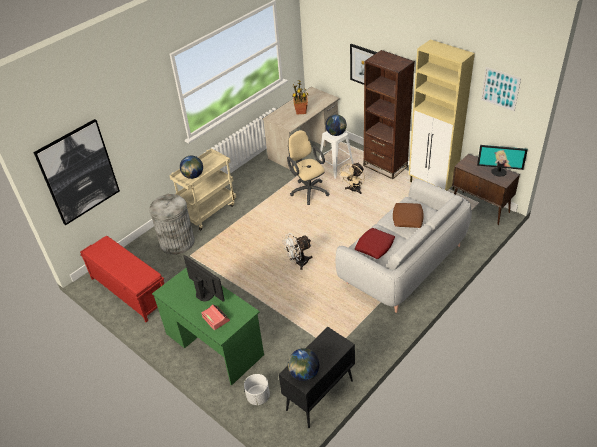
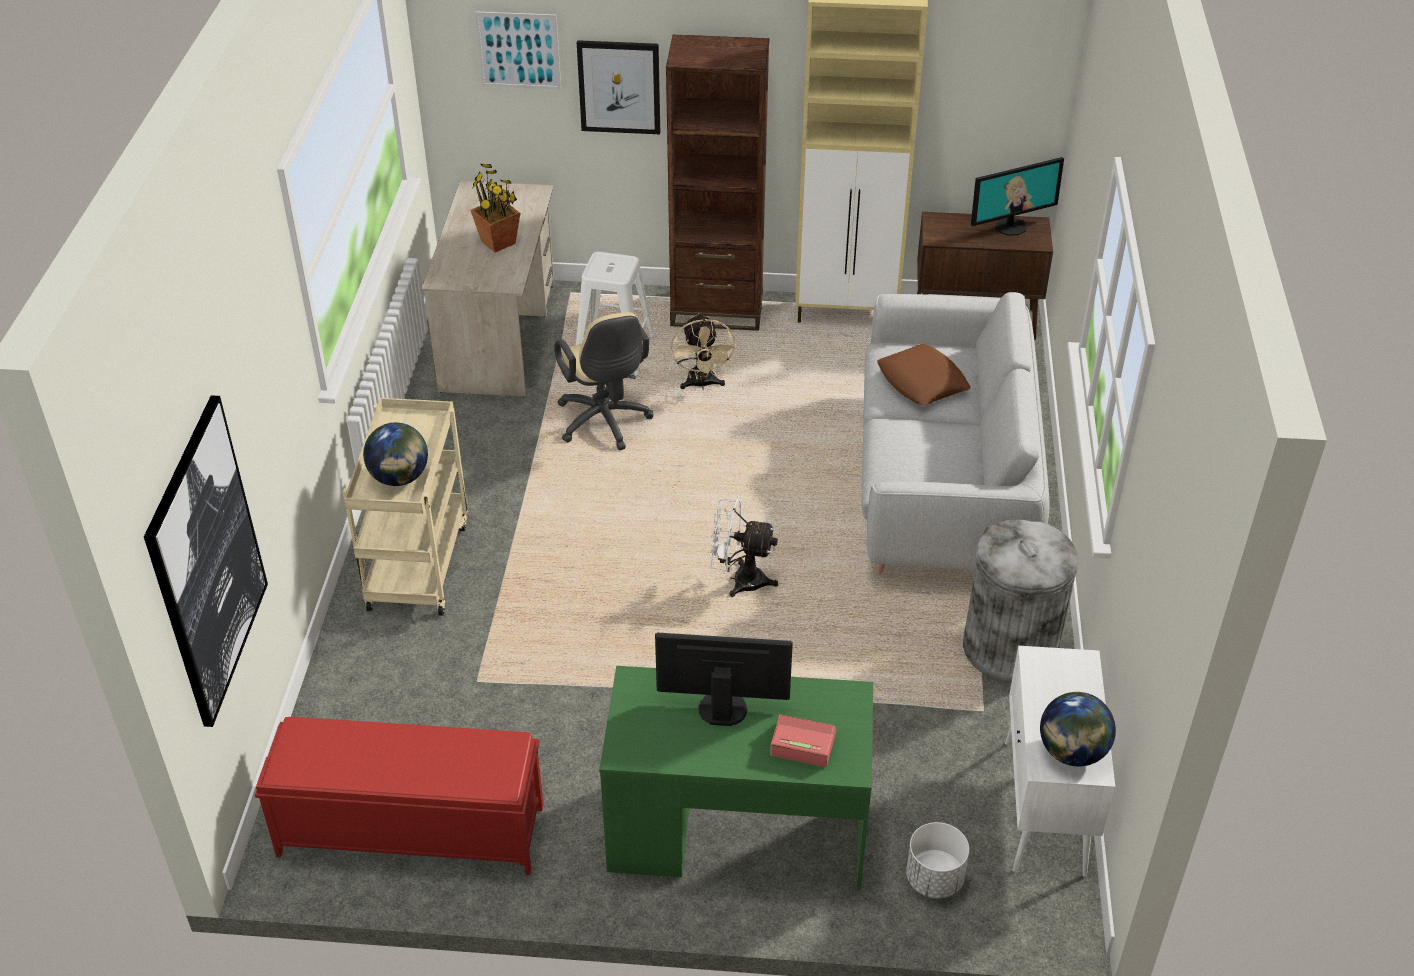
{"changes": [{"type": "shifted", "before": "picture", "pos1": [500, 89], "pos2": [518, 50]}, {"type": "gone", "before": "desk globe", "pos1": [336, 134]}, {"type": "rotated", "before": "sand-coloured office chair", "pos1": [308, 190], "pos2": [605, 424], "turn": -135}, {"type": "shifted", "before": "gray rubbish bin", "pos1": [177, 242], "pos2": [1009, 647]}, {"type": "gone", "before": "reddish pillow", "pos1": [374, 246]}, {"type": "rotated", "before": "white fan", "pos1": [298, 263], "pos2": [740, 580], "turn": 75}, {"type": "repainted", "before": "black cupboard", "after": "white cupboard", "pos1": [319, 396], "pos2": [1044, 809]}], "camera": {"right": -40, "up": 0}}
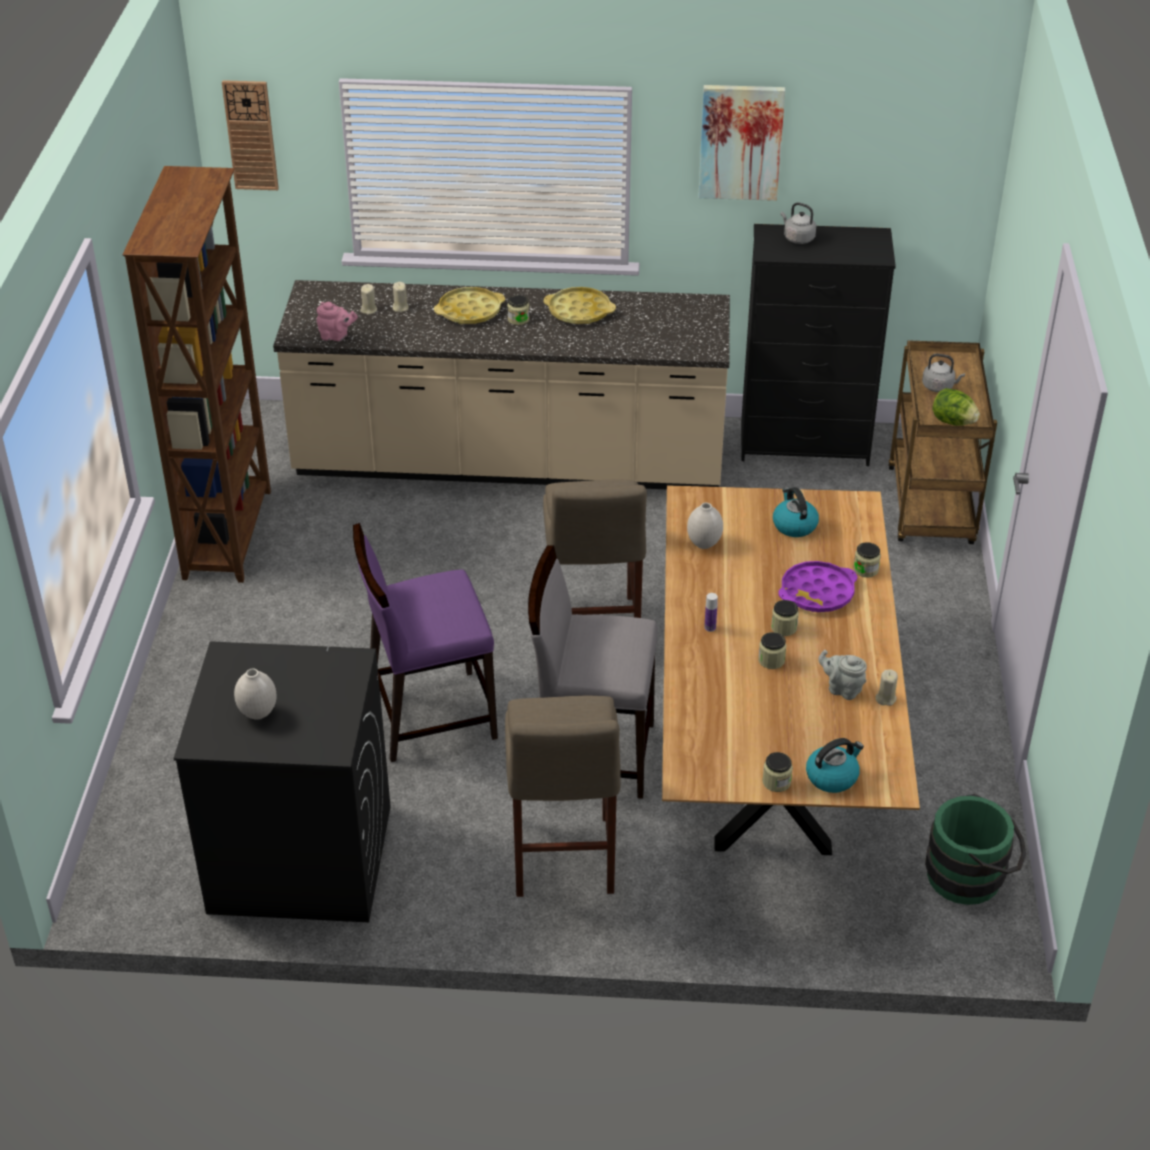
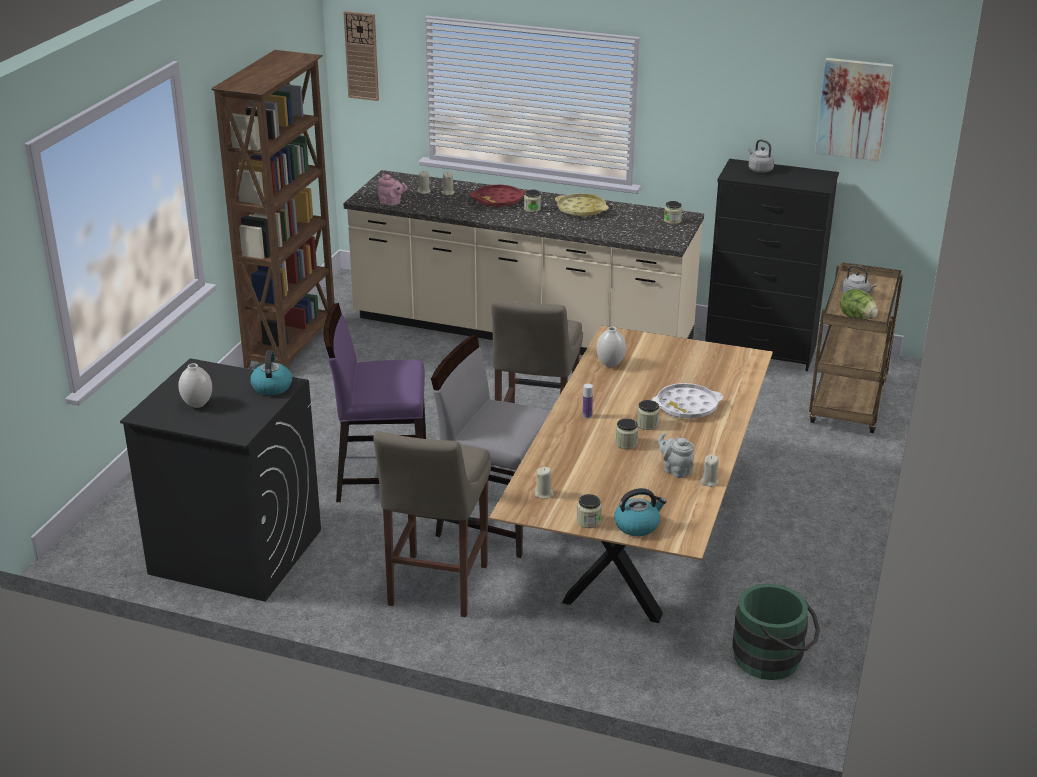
{"changes": [{"type": "shifted", "before": "picture", "pos1": [740, 142], "pos2": [853, 109]}, {"type": "repainted", "before": "yellow-coloured serving tray", "after": "reddish serving tray", "pos1": [470, 311], "pos2": [498, 200]}, {"type": "shifted", "before": "tea kettle", "pos1": [794, 525], "pos2": [271, 386]}, {"type": "shifted", "before": "preserve jar", "pos1": [865, 569], "pos2": [672, 221]}, {"type": "repainted", "before": "purple serving tray", "after": "white serving tray", "pos1": [817, 593], "pos2": [686, 406]}, {"type": "new", "after": "sand-coloured wax light", "pos2": [544, 494]}], "camera": {"right": 15, "up": -10}}
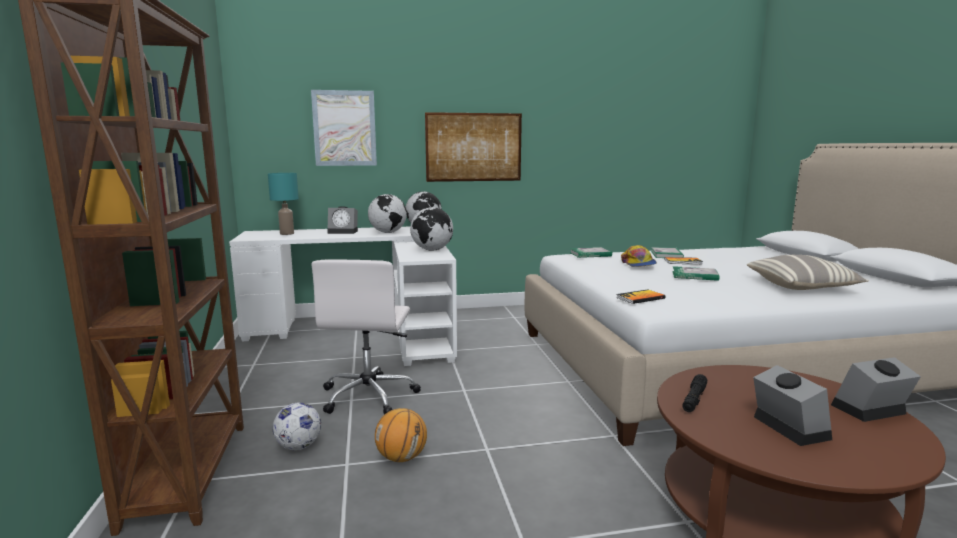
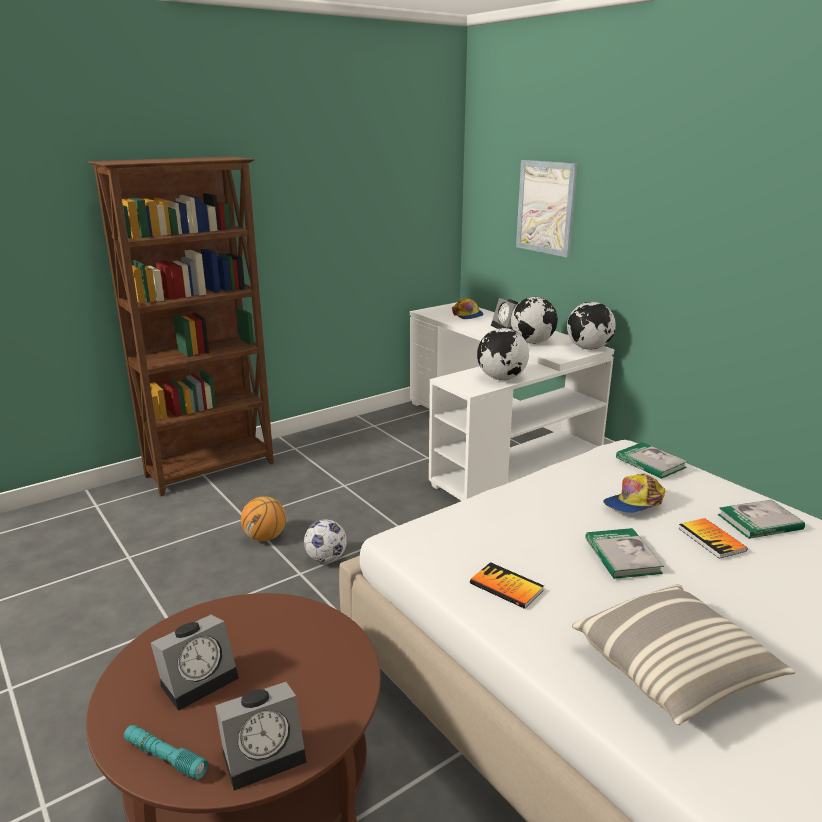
{"changes": [{"type": "gone", "before": "picture", "pos1": [473, 147]}, {"type": "swapped", "before": "turquoise tabletop lamp", "after": "cap", "pos1": [287, 233], "pos2": [467, 315]}, {"type": "gone", "before": "white office chair", "pos1": [369, 395]}, {"type": "shifted", "before": "book", "pos1": [640, 298], "pos2": [506, 587]}, {"type": "rotated", "before": "bedside clock", "pos1": [869, 411], "pos2": [265, 753], "turn": 105}, {"type": "gone", "before": "black torch", "pos1": [694, 399]}, {"type": "shifted", "before": "football", "pos1": [299, 446], "pos2": [326, 559]}, {"type": "new", "after": "turquoise torch", "pos2": [165, 757]}], "camera": {"right": 65, "up": 10}}
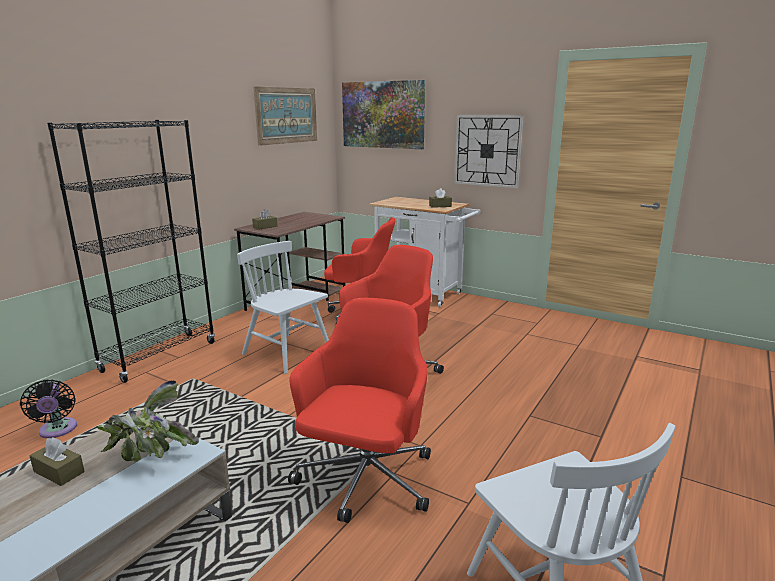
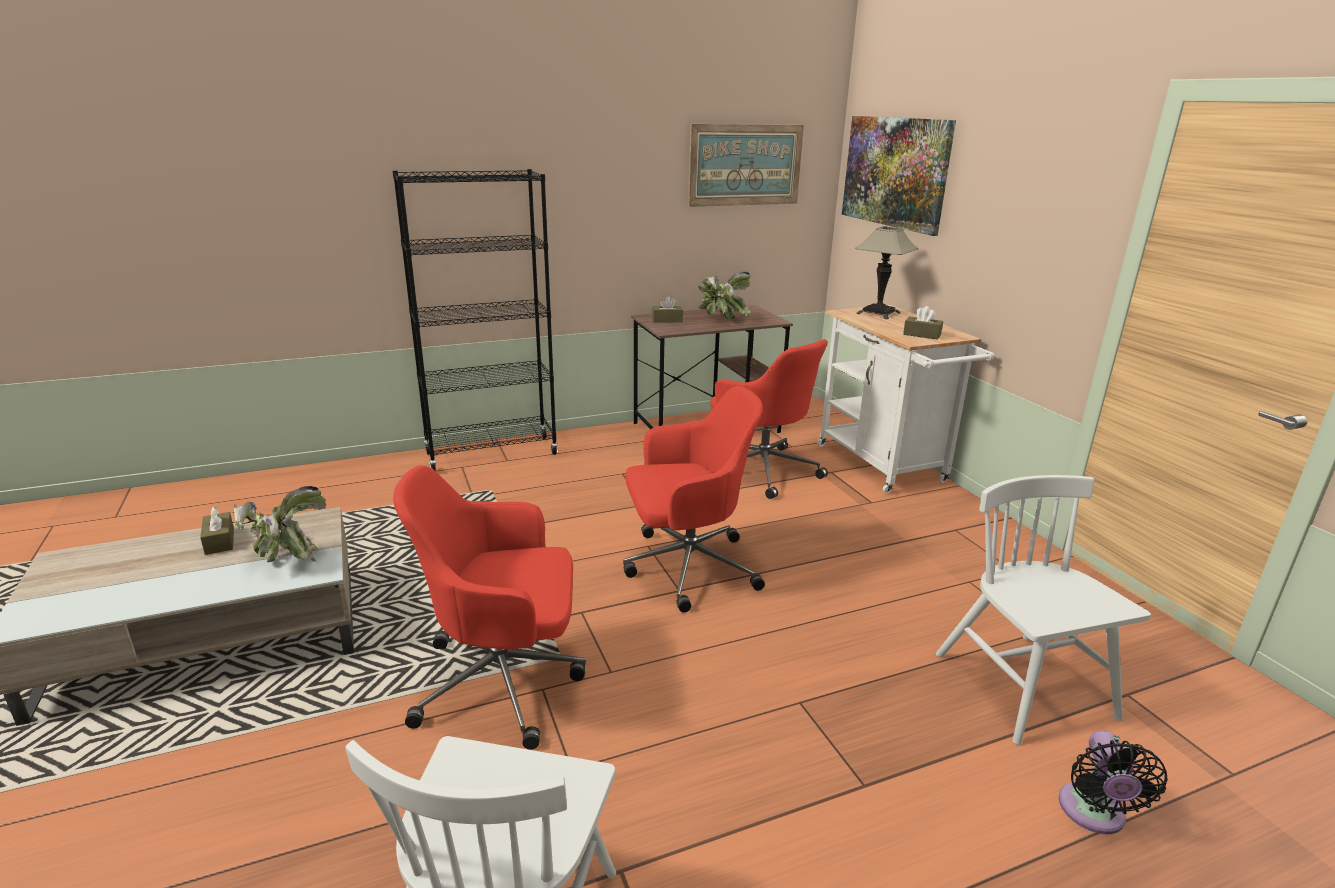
{"changes": [{"type": "gone", "before": "hanging clock", "pos1": [487, 151]}, {"type": "shifted", "before": "white chair", "pos1": [287, 353], "pos2": [1024, 686]}, {"type": "rotated", "before": "reddish office chair", "pos1": [365, 480], "pos2": [504, 682], "turn": -150}, {"type": "shifted", "before": "black fan", "pos1": [57, 430], "pos2": [1093, 814]}, {"type": "new", "after": "tabletop lamp", "pos2": [878, 313]}, {"type": "new", "after": "potted plant", "pos2": [722, 319]}], "camera": {"right": 35, "up": 5}}
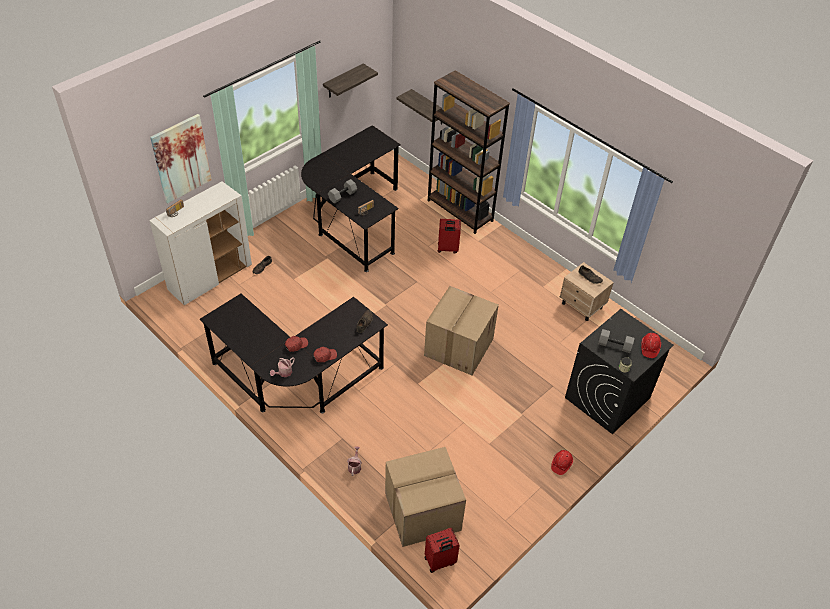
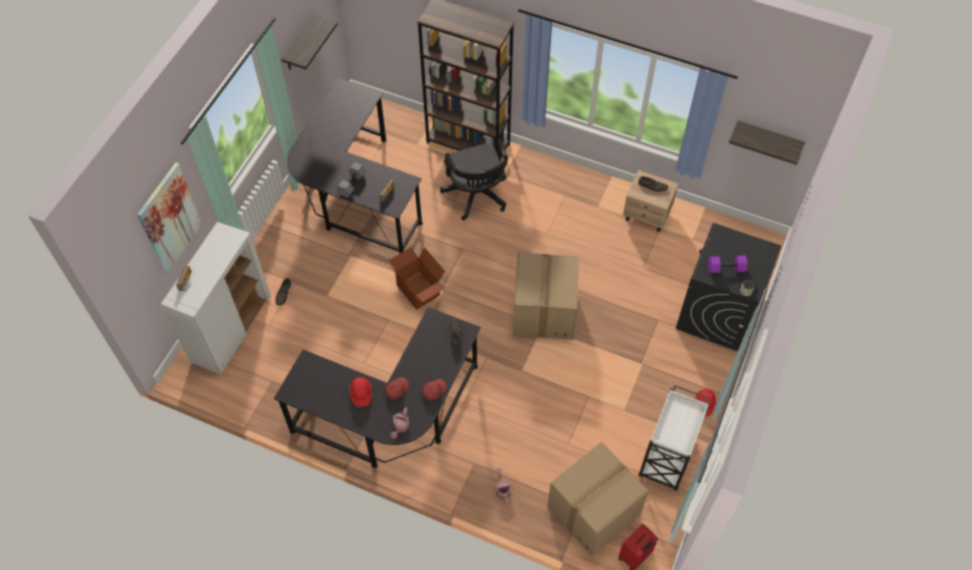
{"changes": [{"type": "shifted", "before": "shelf", "pos1": [429, 107], "pos2": [768, 139]}, {"type": "swapped", "before": "reddish travel case", "after": "black office chair", "pos1": [447, 249], "pos2": [477, 196]}, {"type": "repainted", "before": "gray hand weight", "after": "purple hand weight", "pos1": [615, 345], "pos2": [726, 268]}, {"type": "shifted", "before": "reddish safety helmet", "pos1": [649, 348], "pos2": [361, 393]}, {"type": "new", "after": "packing box", "pos2": [419, 290]}, {"type": "new", "after": "white cart", "pos2": [666, 459]}], "camera": {"right": -20, "up": 10}}
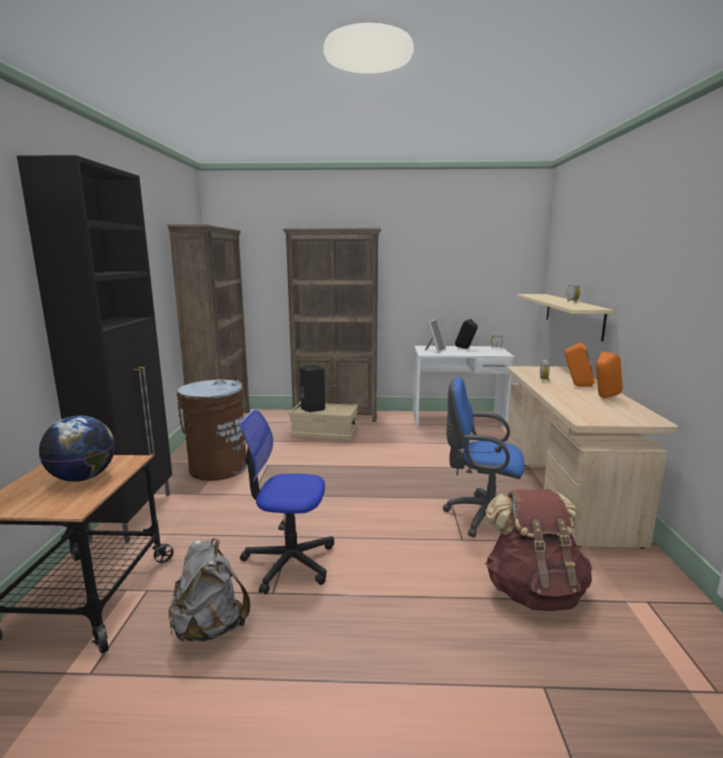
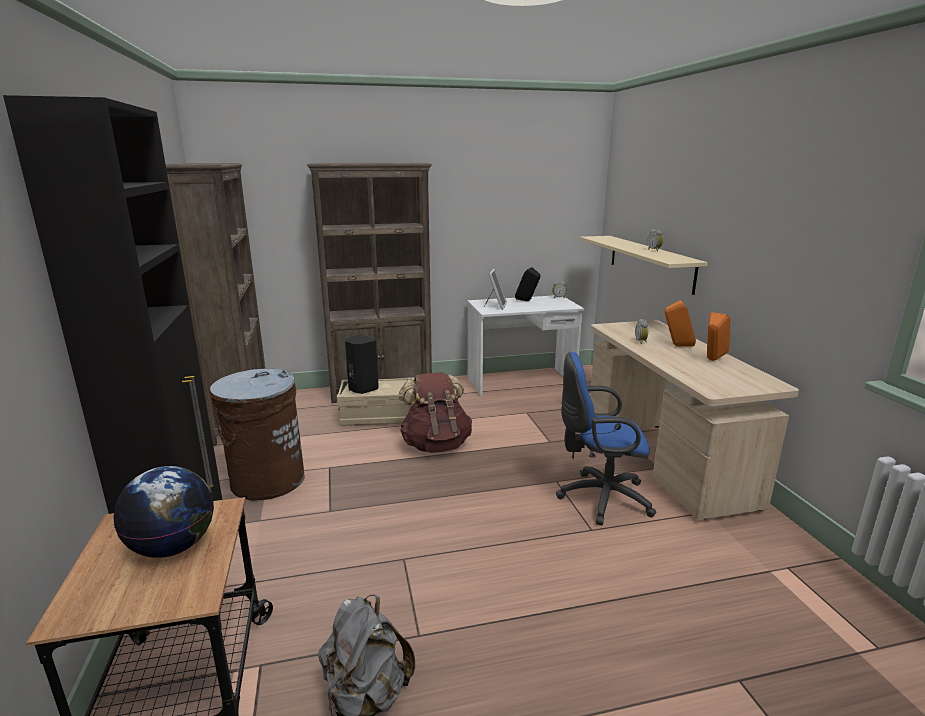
{"changes": [{"type": "gone", "before": "office chair", "pos1": [289, 561]}, {"type": "shifted", "before": "brown knapsack", "pos1": [533, 590], "pos2": [436, 445]}], "camera": {"right": -15, "up": 5}}
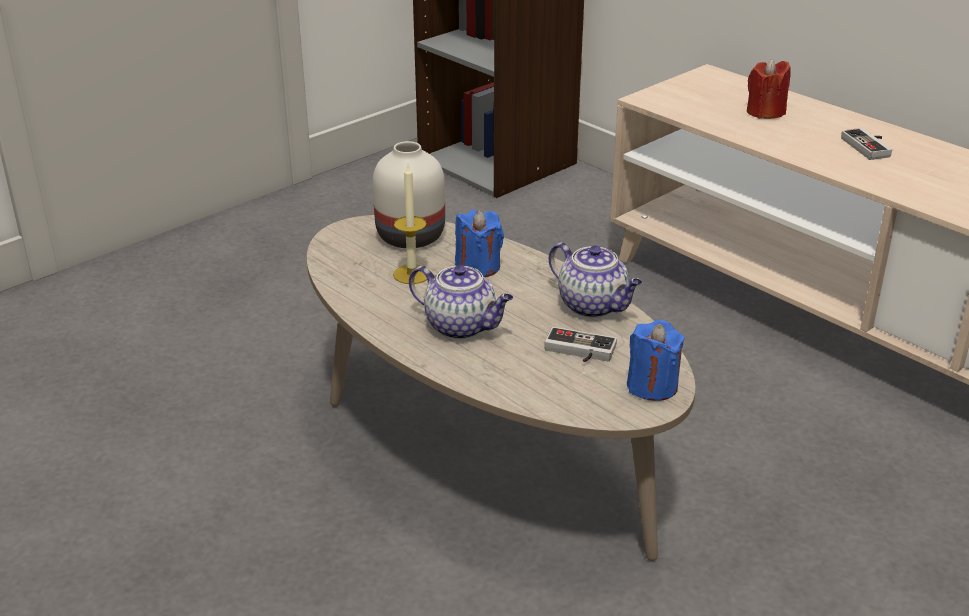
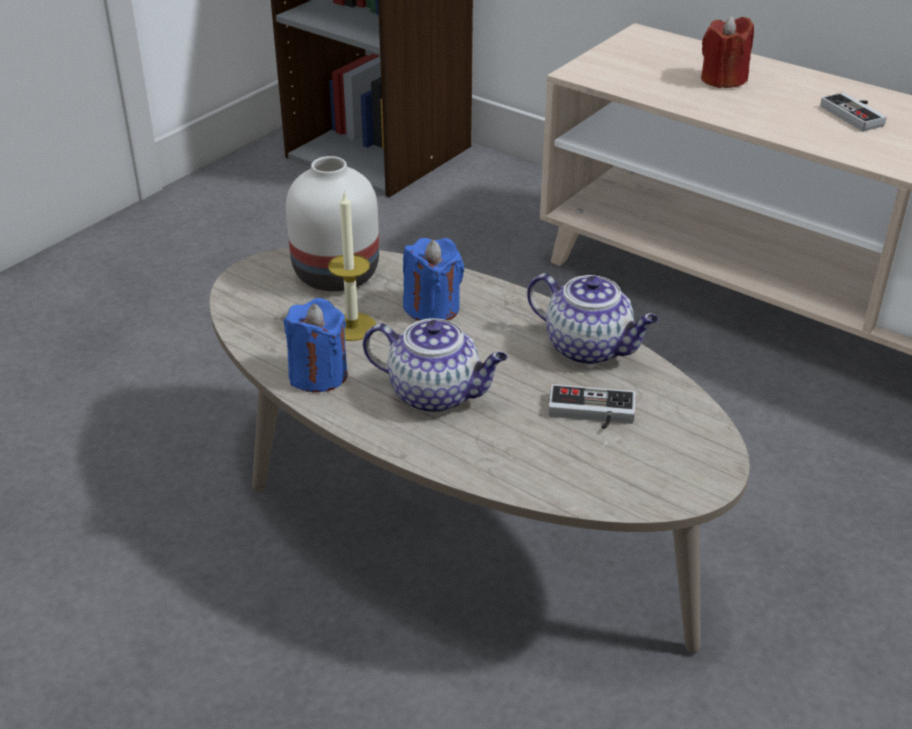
{"changes": [{"type": "shifted", "before": "blue-coloured wax light", "pos1": [652, 386], "pos2": [318, 375]}], "camera": {"right": -10, "up": 5}}
